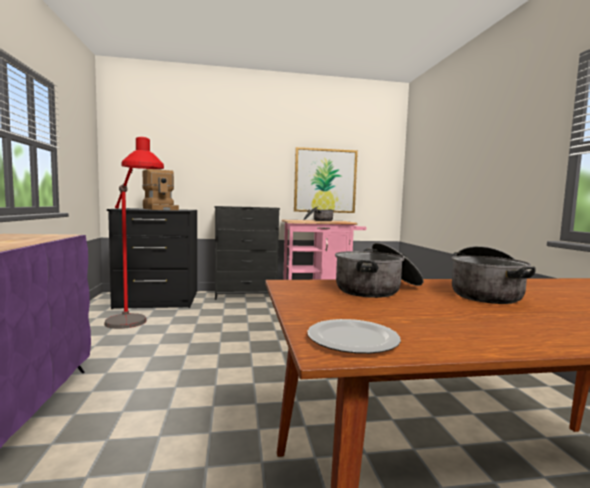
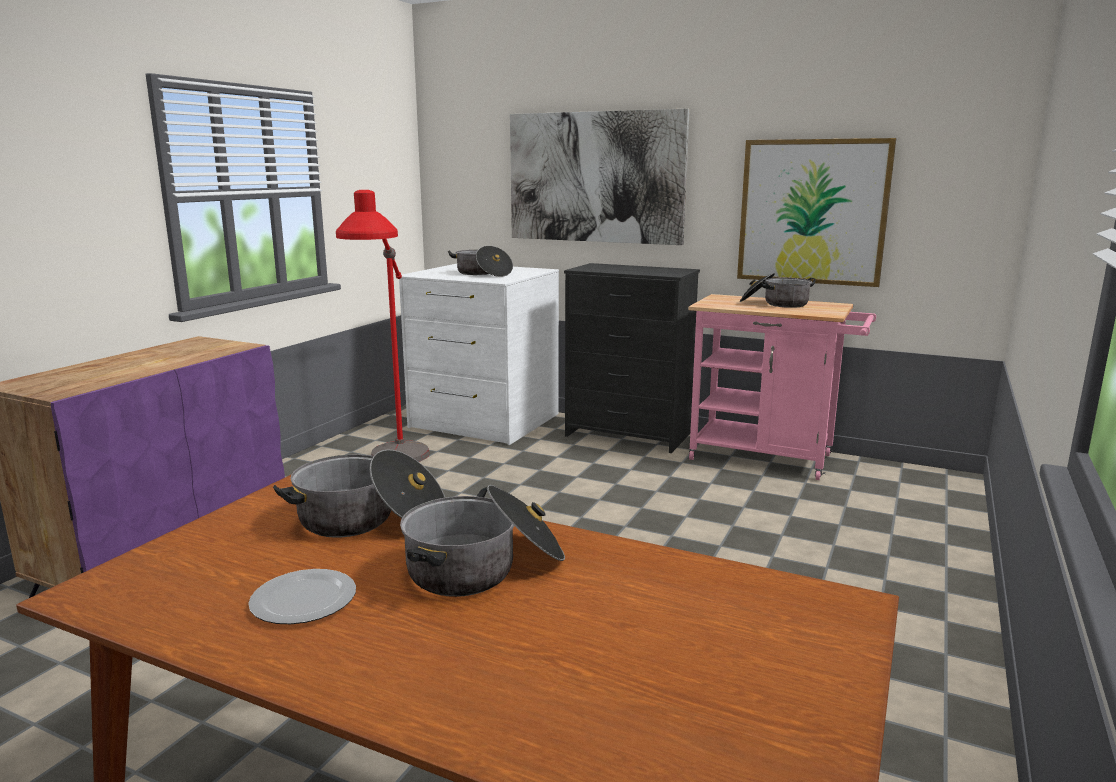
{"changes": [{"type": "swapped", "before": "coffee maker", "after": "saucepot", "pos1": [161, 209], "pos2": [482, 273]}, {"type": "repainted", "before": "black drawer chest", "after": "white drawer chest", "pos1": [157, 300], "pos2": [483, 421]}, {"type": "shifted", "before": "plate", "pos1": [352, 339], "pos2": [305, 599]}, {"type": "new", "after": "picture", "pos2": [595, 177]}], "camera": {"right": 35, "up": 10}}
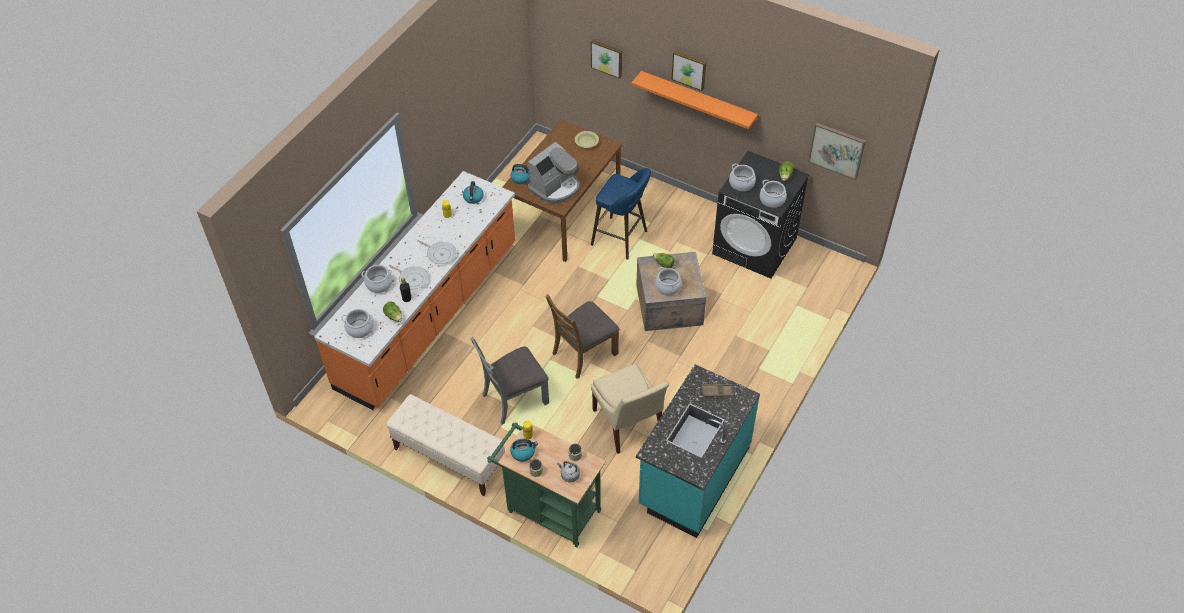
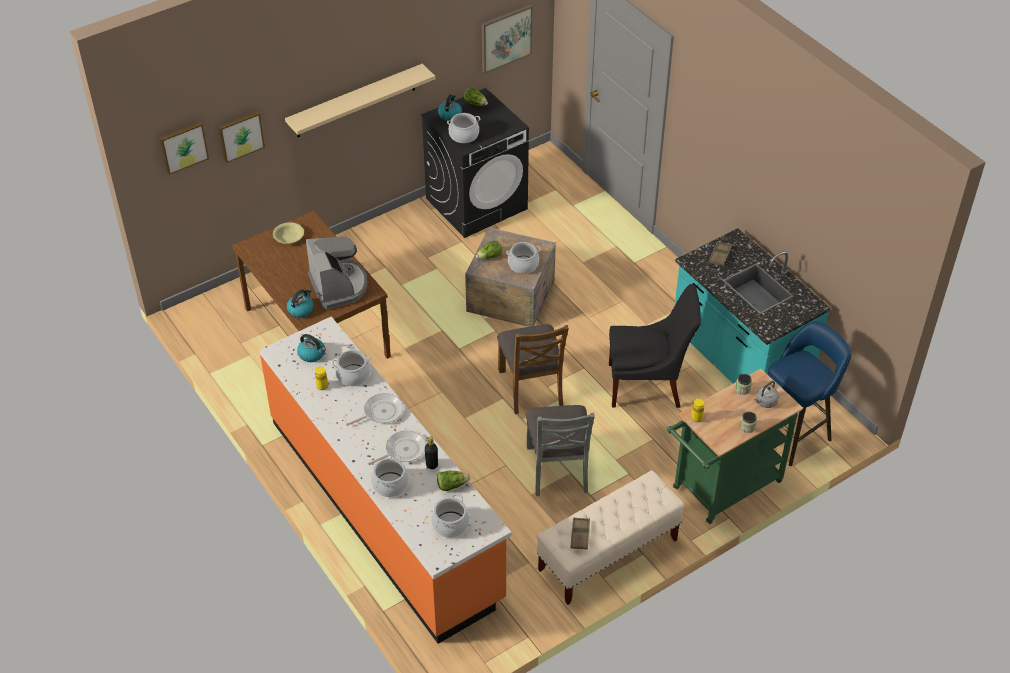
{"changes": [{"type": "shifted", "before": "picture", "pos1": [689, 69], "pos2": [183, 146]}, {"type": "repainted", "before": "orange shelf", "after": "sand-coloured shelf", "pos1": [697, 100], "pos2": [355, 101]}, {"type": "shifted", "before": "blue-coloured stool", "pos1": [622, 239], "pos2": [793, 432]}, {"type": "shifted", "before": "saucepot", "pos1": [772, 200], "pos2": [353, 375]}, {"type": "repainted", "before": "sand-coloured chair", "after": "black chair", "pos1": [628, 425], "pos2": [648, 385]}, {"type": "shifted", "before": "tea kettle", "pos1": [523, 452], "pos2": [450, 114]}, {"type": "new", "after": "brown serving tray", "pos2": [580, 535]}], "camera": {"right": -65, "up": -5}}
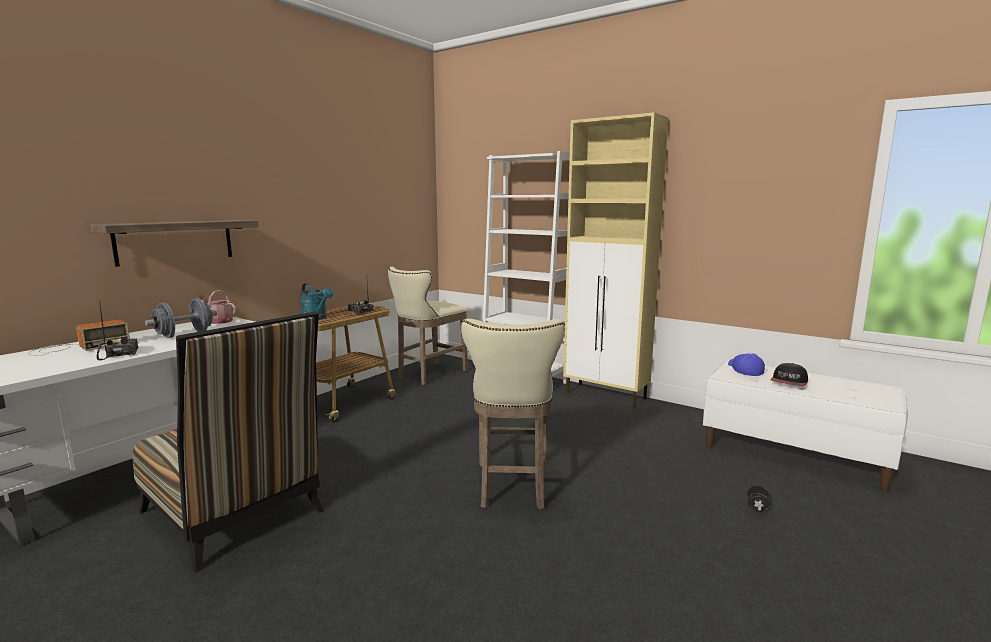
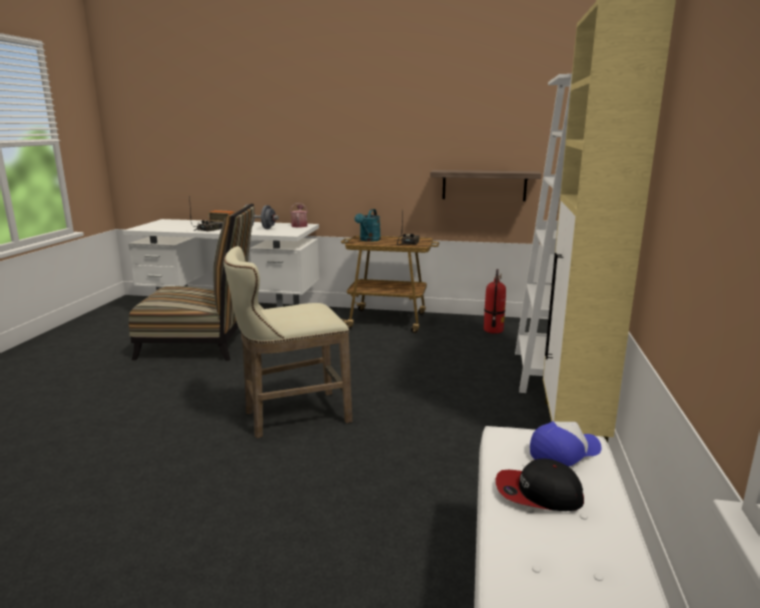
{"changes": [{"type": "shifted", "before": "shelf", "pos1": [175, 241], "pos2": [484, 185]}, {"type": "swapped", "before": "sand-coloured stool", "after": "extinguisher", "pos1": [428, 374], "pos2": [493, 330]}, {"type": "rotated", "before": "chair", "pos1": [236, 516], "pos2": [202, 344], "turn": -105}, {"type": "gone", "before": "black hand weight", "pos1": [757, 507]}], "camera": {"right": 65, "up": 5}}
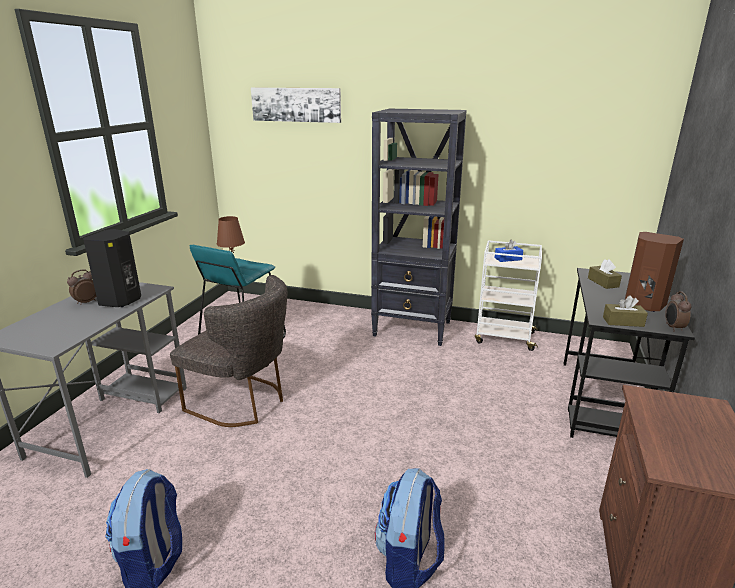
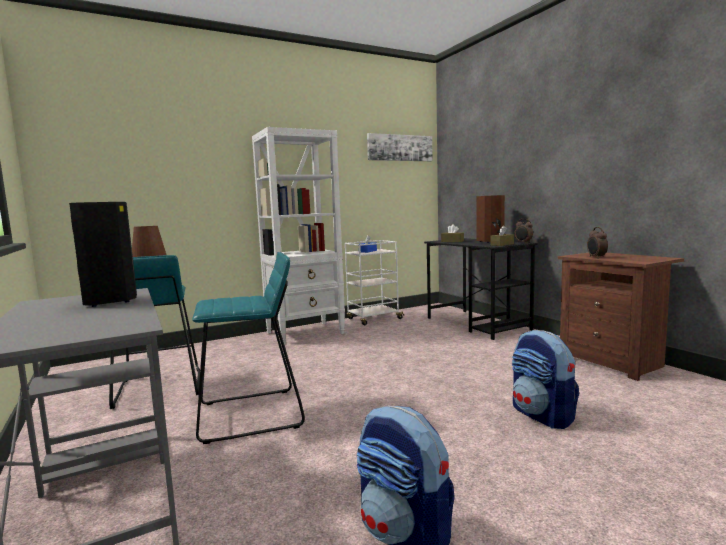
{"changes": [{"type": "shifted", "before": "picture", "pos1": [296, 104], "pos2": [399, 148]}, {"type": "repainted", "before": "black bookshelf", "after": "white bookshelf", "pos1": [413, 329], "pos2": [306, 333]}, {"type": "shifted", "before": "bedside clock", "pos1": [86, 302], "pos2": [596, 257]}, {"type": "swapped", "before": "gray chair", "after": "turquoise stool", "pos1": [243, 402], "pos2": [250, 415]}], "camera": {"right": -45, "up": -15}}
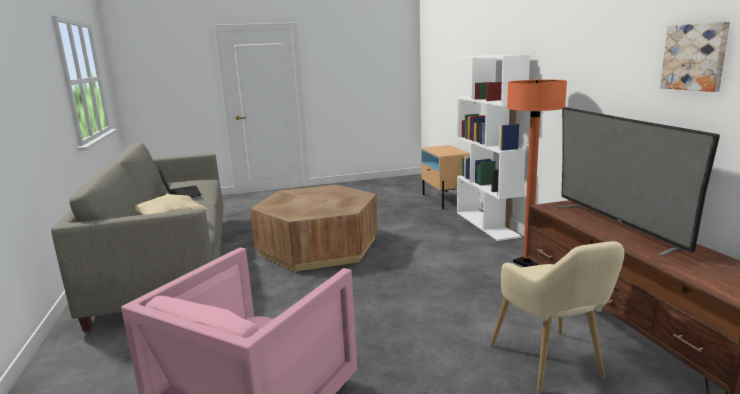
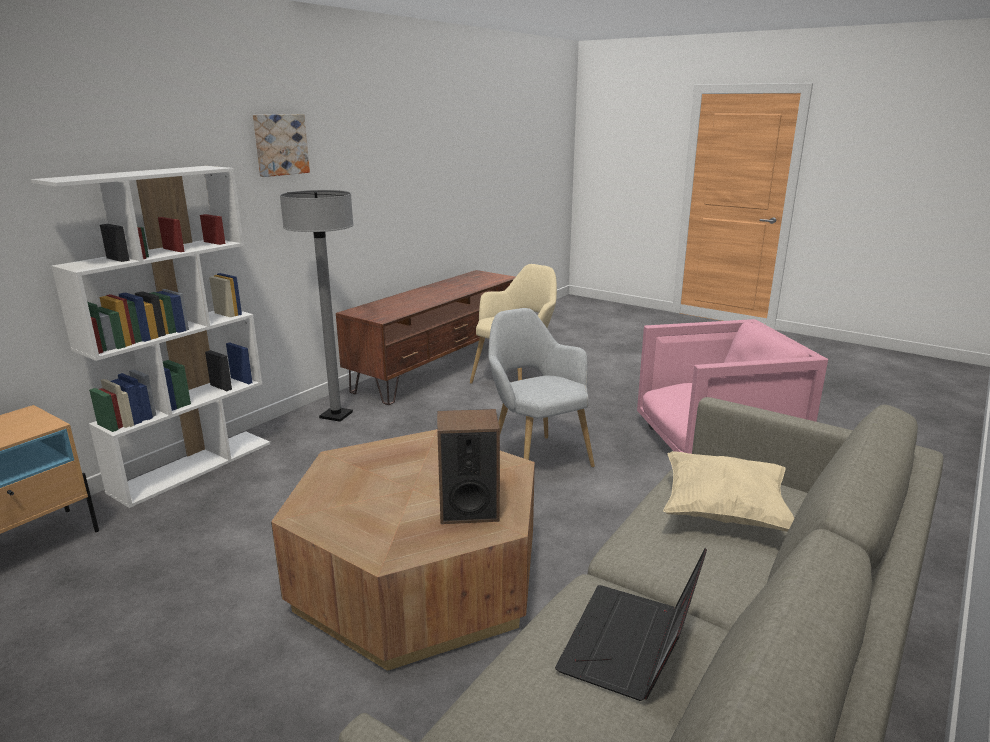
{"changes": [{"type": "shifted", "before": "picture", "pos1": [695, 57], "pos2": [280, 144]}, {"type": "repainted", "before": "orange standing lamp", "after": "gray standing lamp", "pos1": [527, 263], "pos2": [336, 415]}, {"type": "gone", "before": "TV set", "pos1": [616, 226]}, {"type": "new", "after": "gray lounge chair", "pos2": [535, 456]}, {"type": "new", "after": "loudspeaker", "pos2": [468, 510]}], "camera": {"right": -130, "up": 5}}
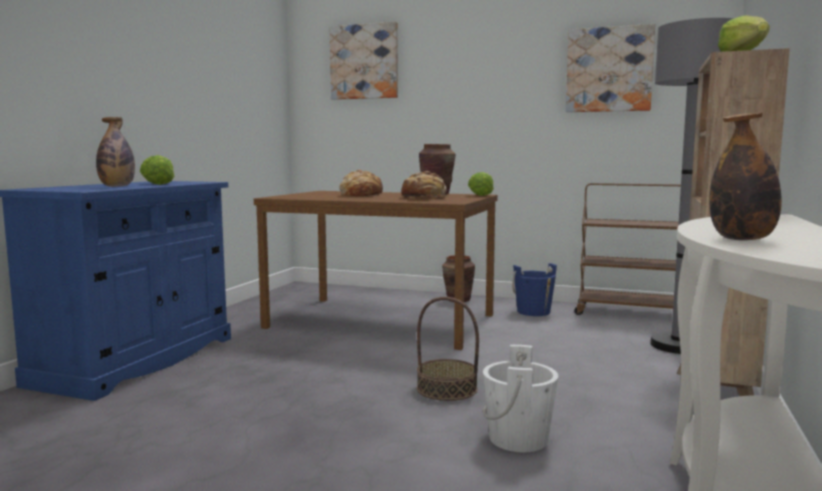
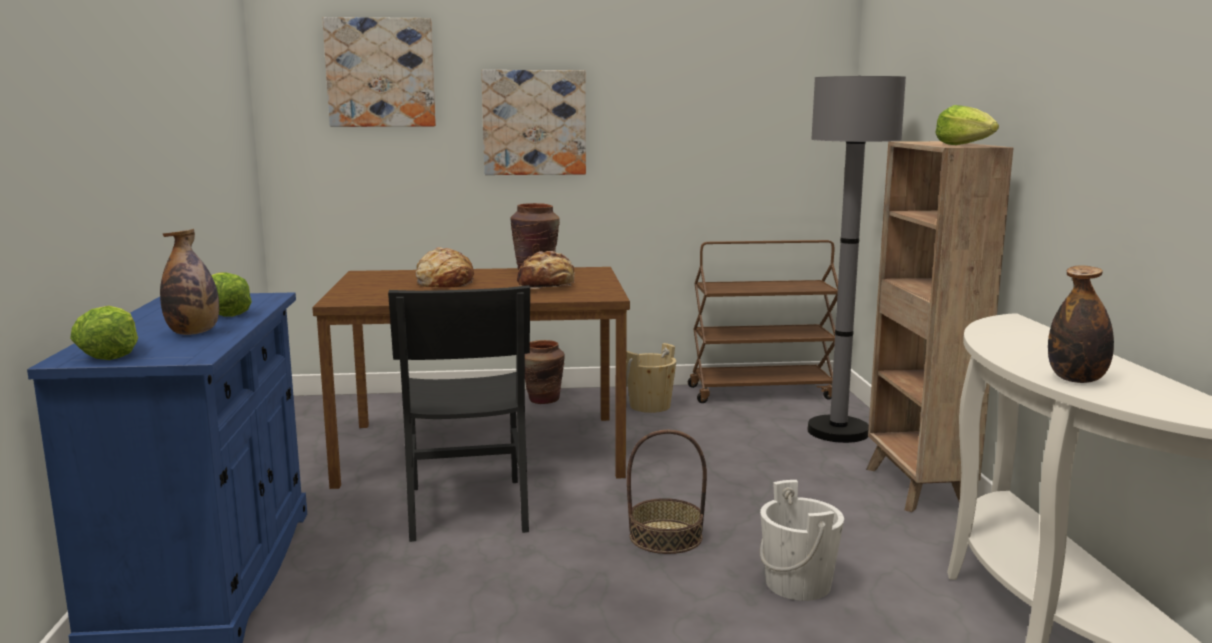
{"changes": [{"type": "shifted", "before": "picture", "pos1": [609, 70], "pos2": [534, 122]}, {"type": "shifted", "before": "lettuce head", "pos1": [481, 195], "pos2": [110, 354]}, {"type": "repainted", "before": "blue-coloured bucket", "after": "sand-coloured bucket", "pos1": [533, 312], "pos2": [650, 406]}, {"type": "new", "after": "black chair", "pos2": [466, 508]}], "camera": {"right": -25, "up": 5}}
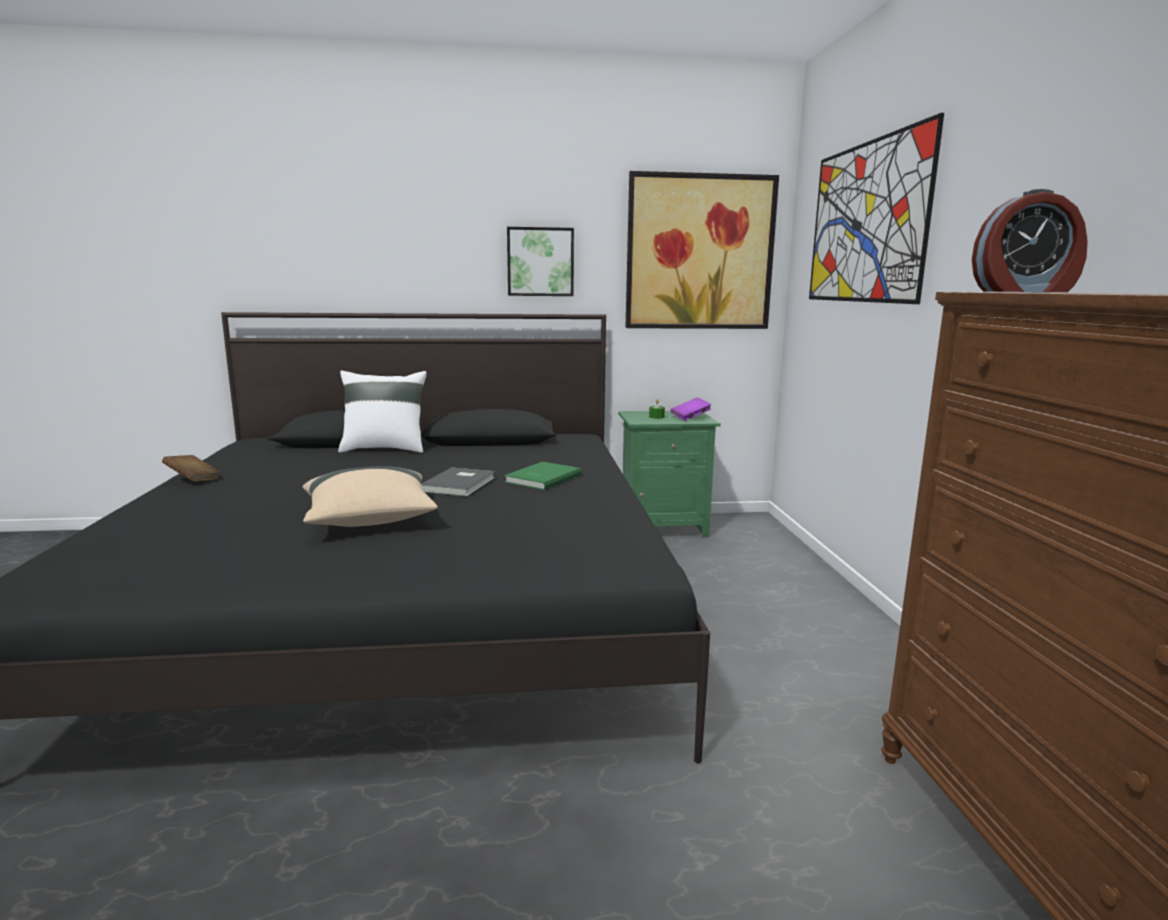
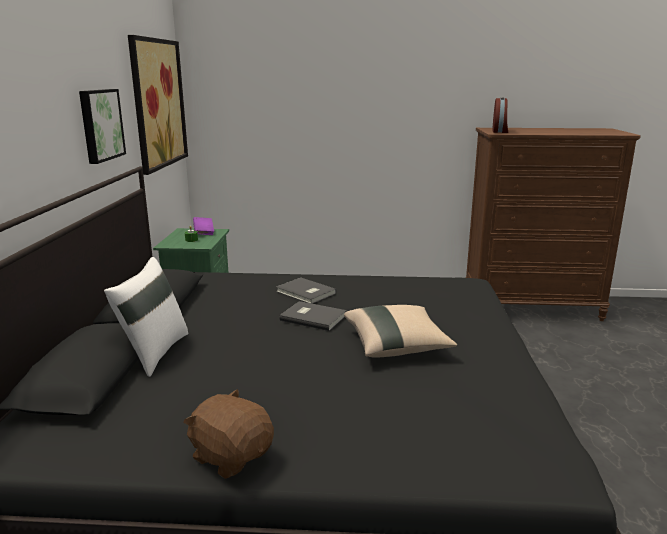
{"changes": [{"type": "gone", "before": "picture", "pos1": [865, 223]}, {"type": "swapped", "before": "brown book", "after": "brown cuddly toy", "pos1": [193, 480], "pos2": [232, 456]}, {"type": "repainted", "before": "greenish book", "after": "gray book", "pos1": [541, 478], "pos2": [305, 293]}], "camera": {"right": -80, "up": 5}}
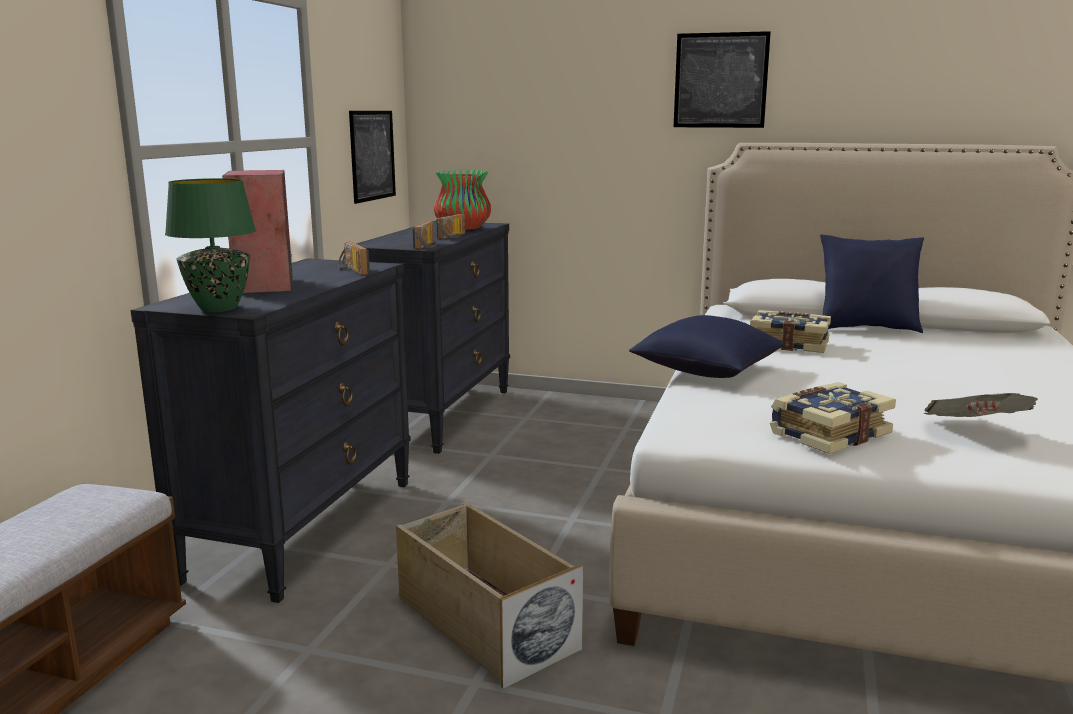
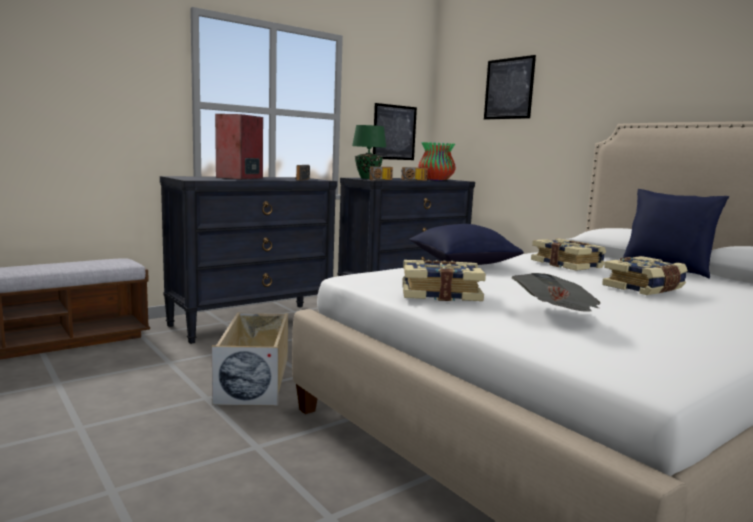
{"changes": [{"type": "shifted", "before": "picture", "pos1": [720, 80], "pos2": [509, 88]}, {"type": "shifted", "before": "greenish tabletop lamp", "pos1": [219, 308], "pos2": [368, 178]}, {"type": "new", "after": "book", "pos2": [645, 288]}], "camera": {"right": 35, "up": -5}}
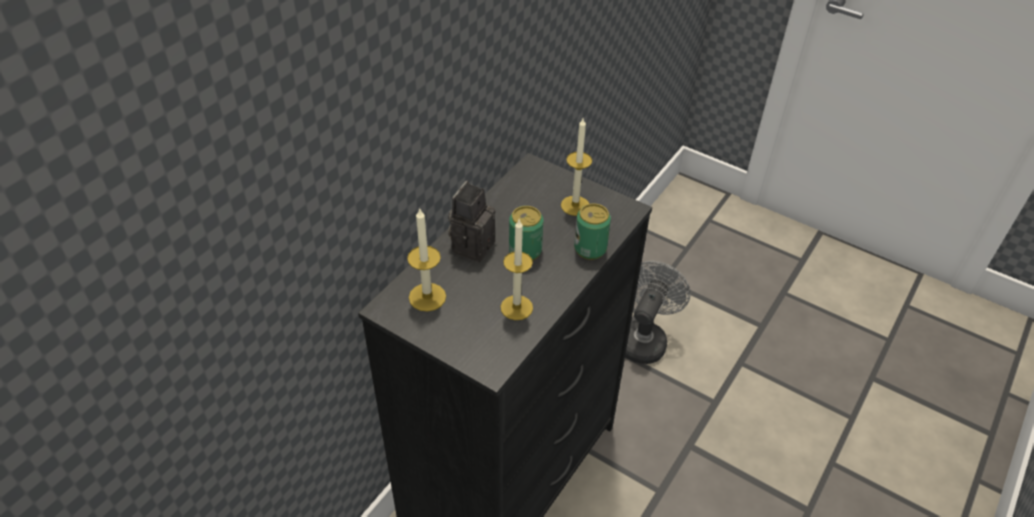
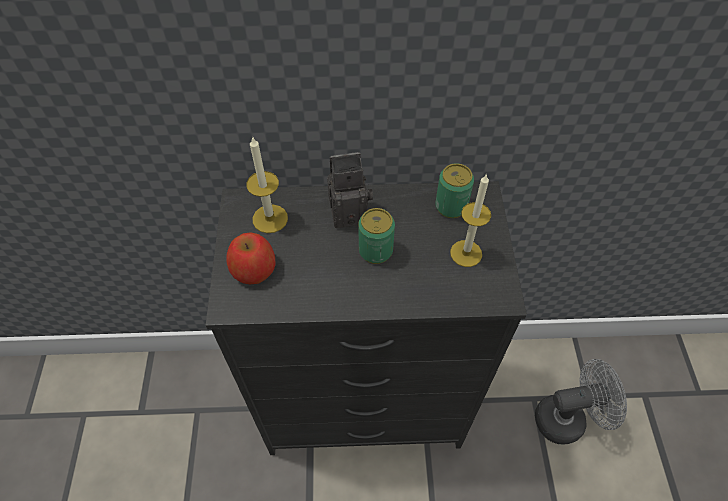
{"changes": [{"type": "shifted", "before": "metal can", "pos1": [590, 249], "pos2": [451, 206]}, {"type": "gone", "before": "wax light", "pos1": [516, 307]}, {"type": "new", "after": "whole apple", "pos2": [254, 268]}], "camera": {"right": 55, "up": 10}}
